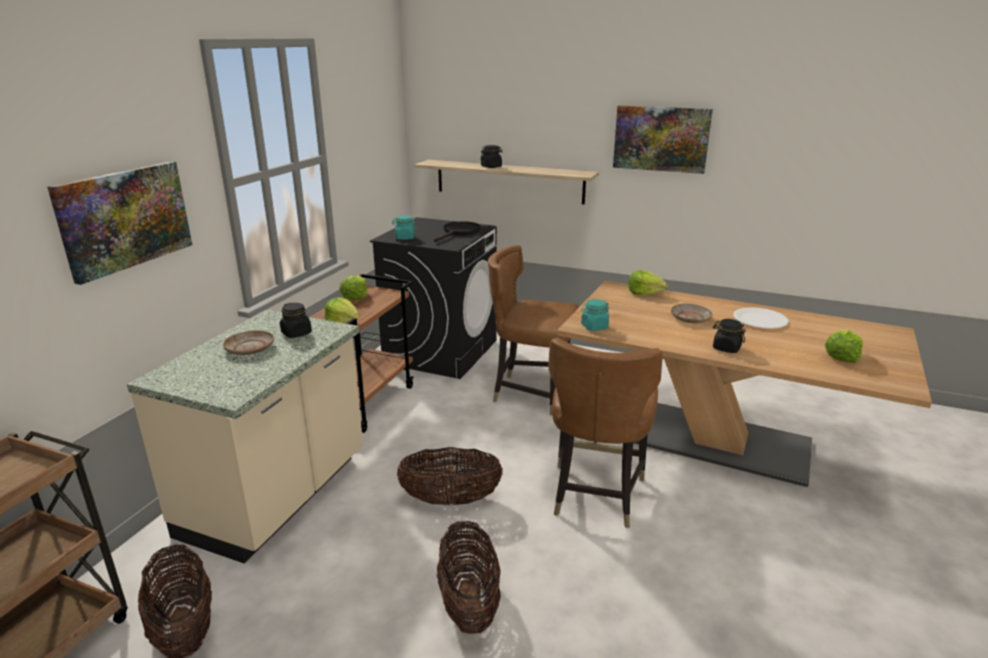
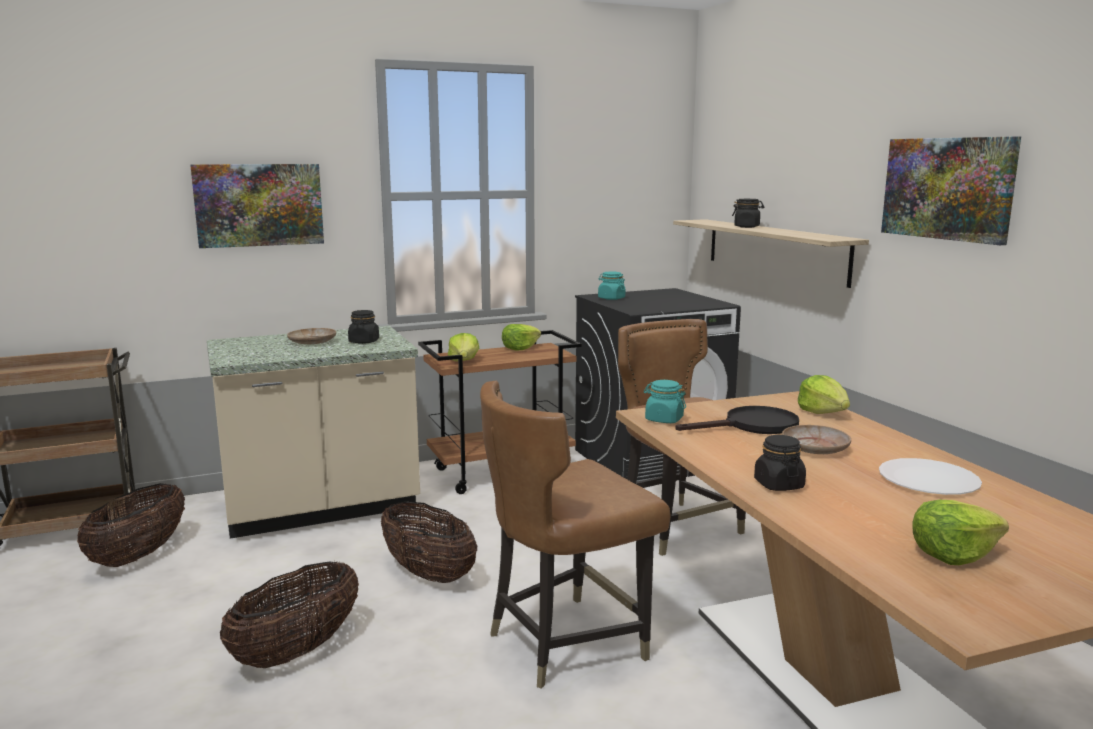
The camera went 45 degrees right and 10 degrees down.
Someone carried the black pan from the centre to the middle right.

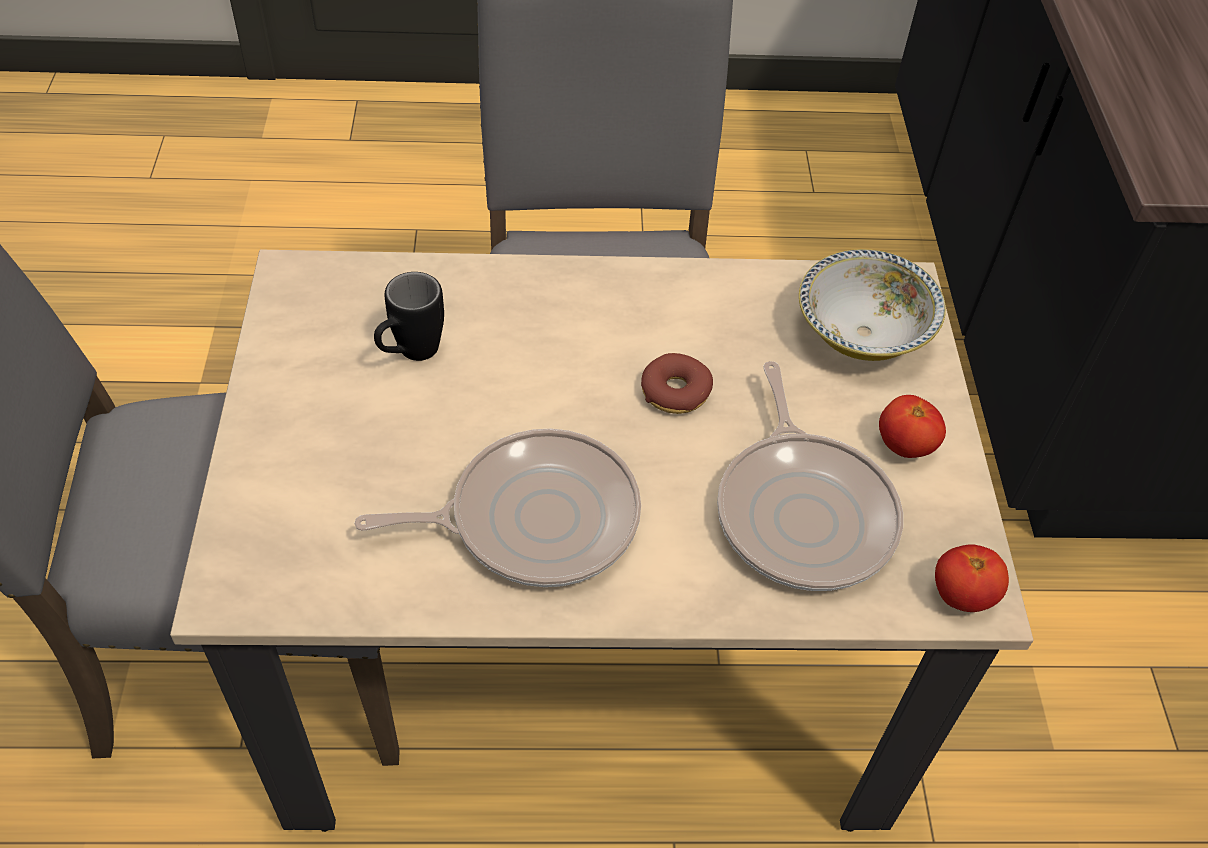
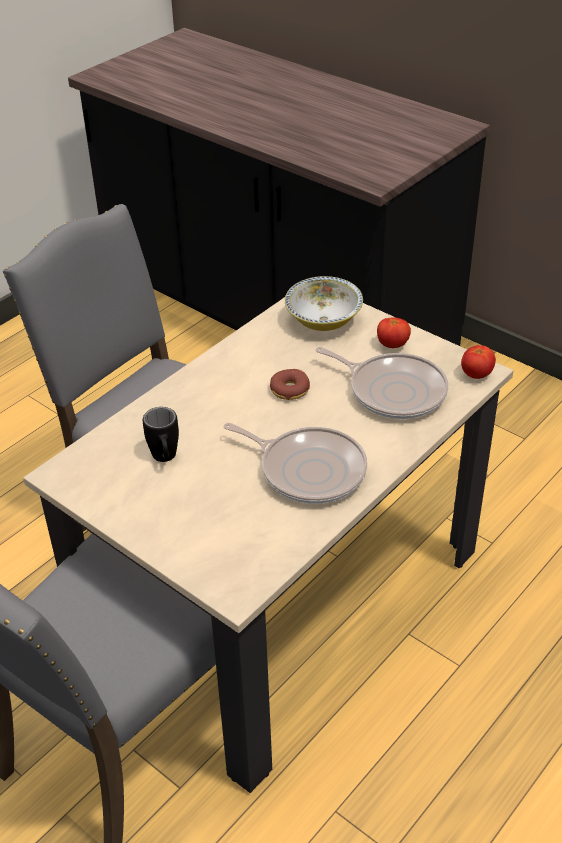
The camera went 45 degrees left and 10 degrees down.
Someone rotated the pan (1st from left) at the centre by 90 degrees clockwise.

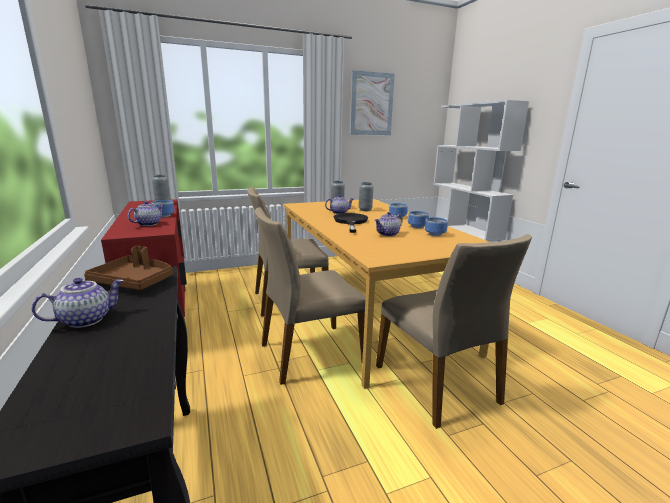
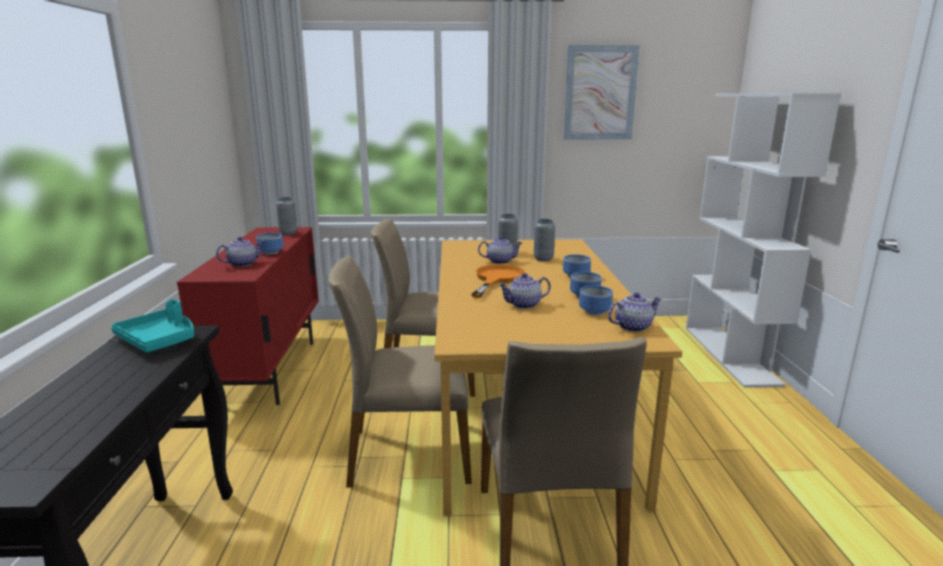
The camera went 20 degrees right and 0 degrees up.
Someone carried the pot for tea (1st from left in the first image) from the middle left to the middle right.
Someone repainted the brown-coloured tray at the middle left, which became the blue-green tray at the middle left.
Someone repainted the black pan at the centre, which became the orange-coloured pan at the centre.

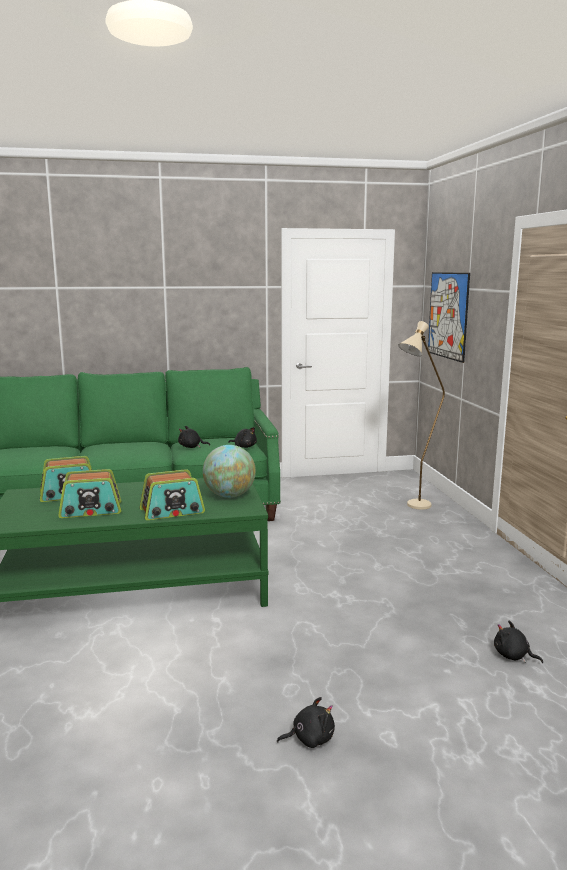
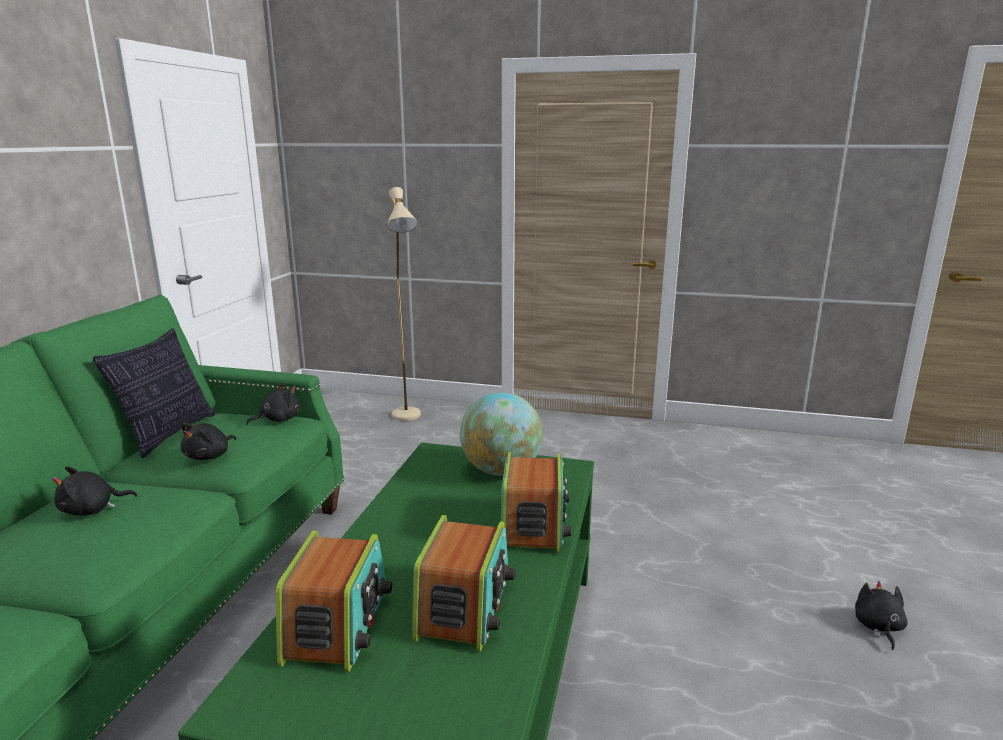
The camera went 65 degrees left and 5 degrees up.
Someone took away the wall picture at the middle right.
Someone carried the black soft toy (4th from left in the first image) from the bottom right to the middle left.
Someone put down the throw pillow at the middle left.

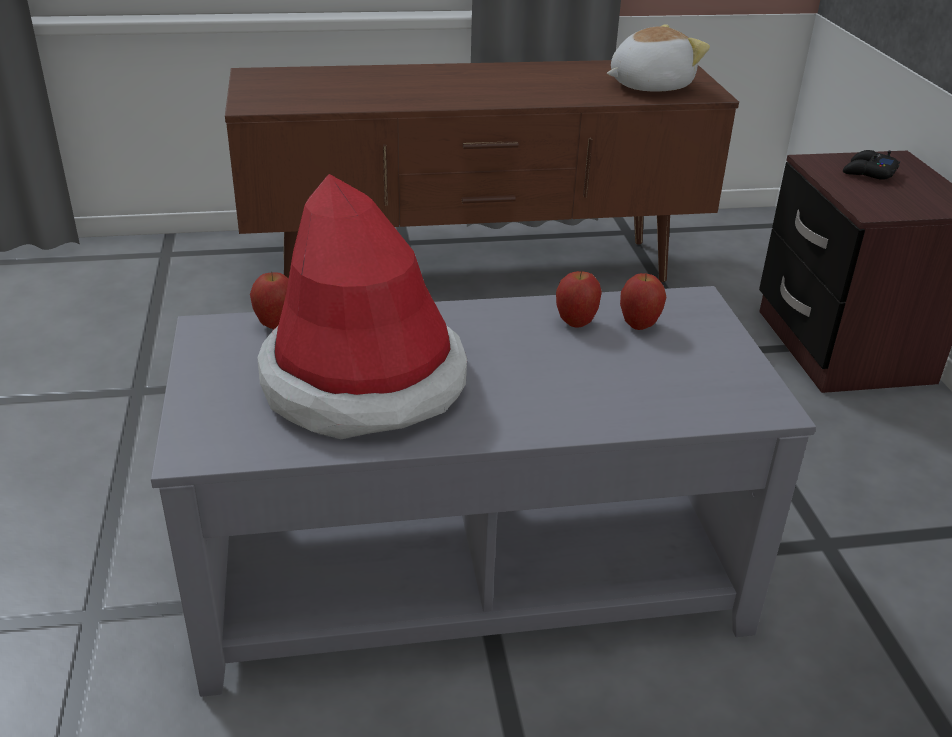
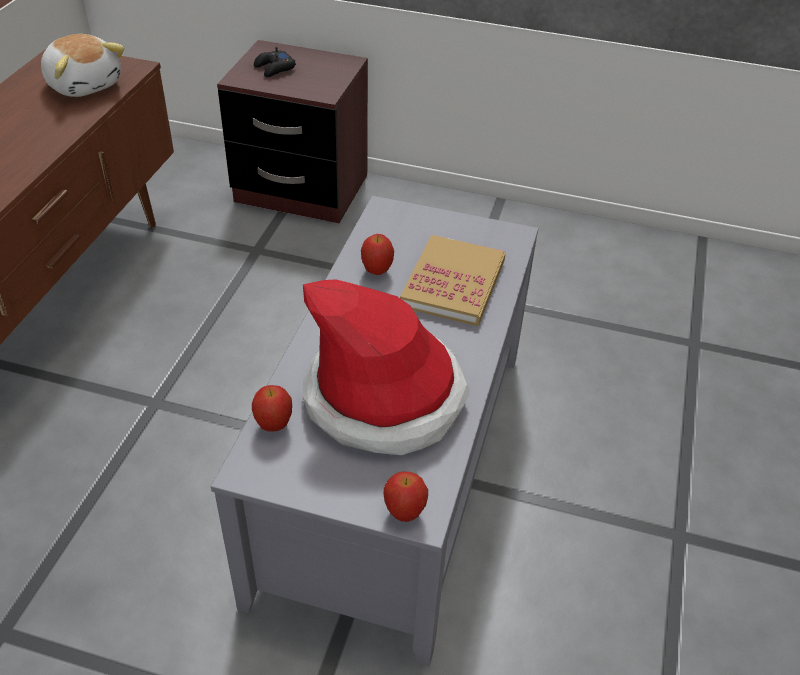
The camera went 65 degrees left and 10 degrees up.
Someone rotated the soft toy at the top right by 135 degrees clockwise.
Someone carried the apple fruit (3rd from left) from the middle right to the bottom centre.
Someone put down the book at the centre.

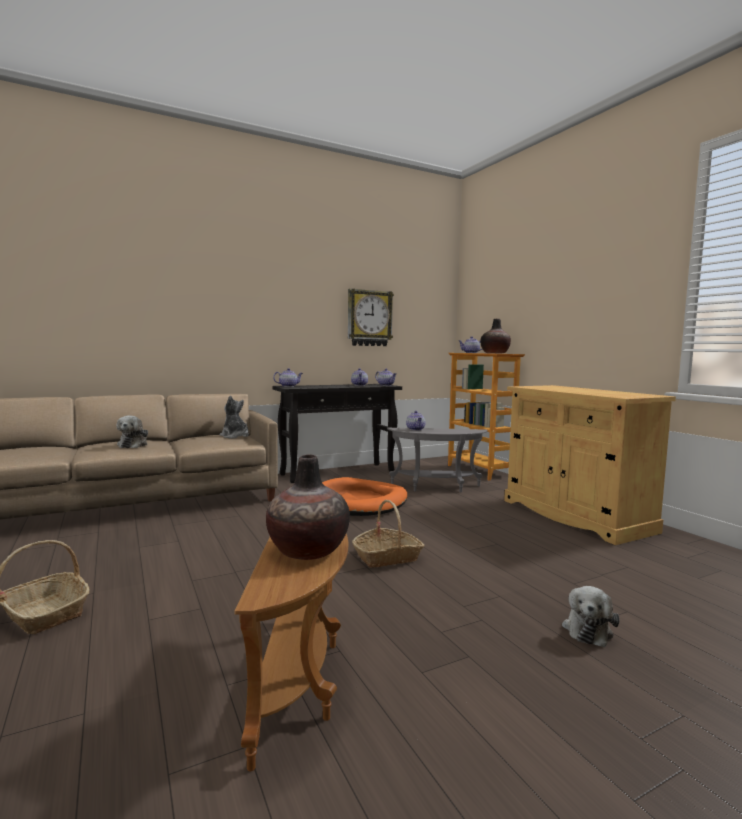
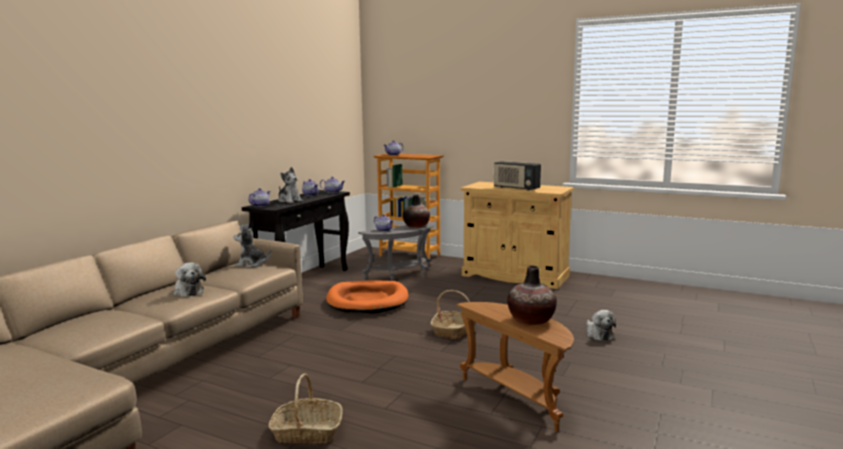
The camera went 35 degrees left and 5 degrees up.
Someone took away the clock on the wall at the centre.
Someone carried the decorative vase (2nd from left in the first image) from the middle right to the centre.
Someone put down the soft toy (3rd from left) at the centre.
Someone put down the radio at the centre.

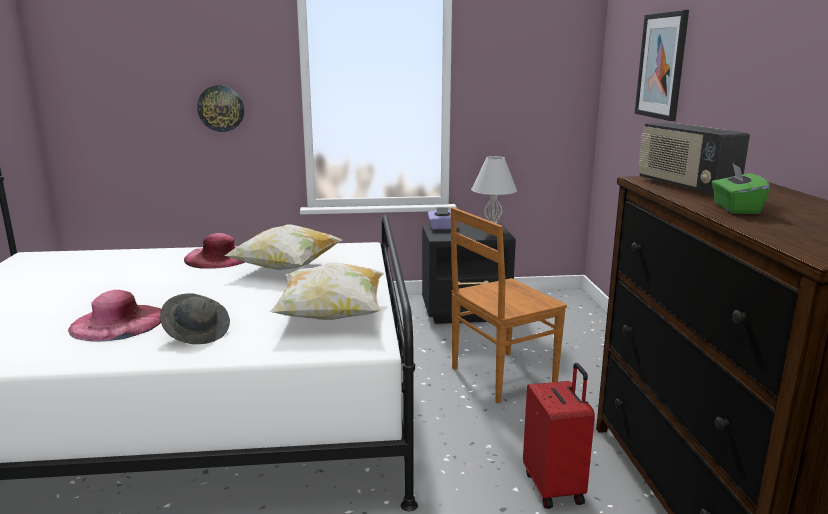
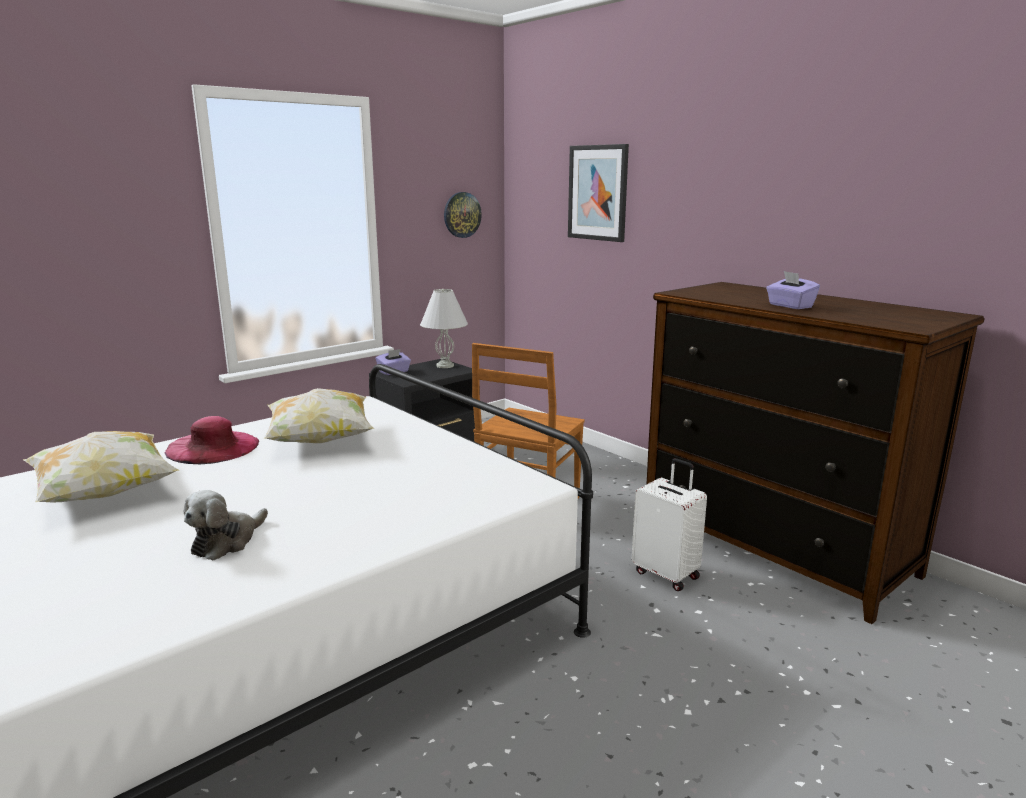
The camera went 35 degrees left and 0 degrees up.
Someone swapped the pink wearable hat (1st from left) at the middle left for the soft toy at the middle left.
Someone took away the gray wearable hat at the middle left.
Someone carried the clock on the wall from the top left to the top centre.
Someone carried the throw pillow (2nd from left in the first image) from the centre to the middle left.
Someone repainted the red-coloured travel case at the bottom right, which became the white-coloured travel case at the centre.
Someone took away the radio at the top right.
Someone repainted the green box of tissues at the middle right, which became the purplish box of tissues (2nd from left) at the middle right.

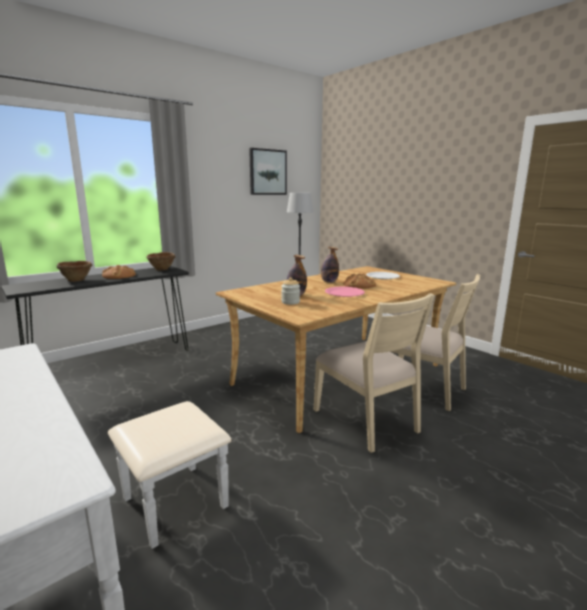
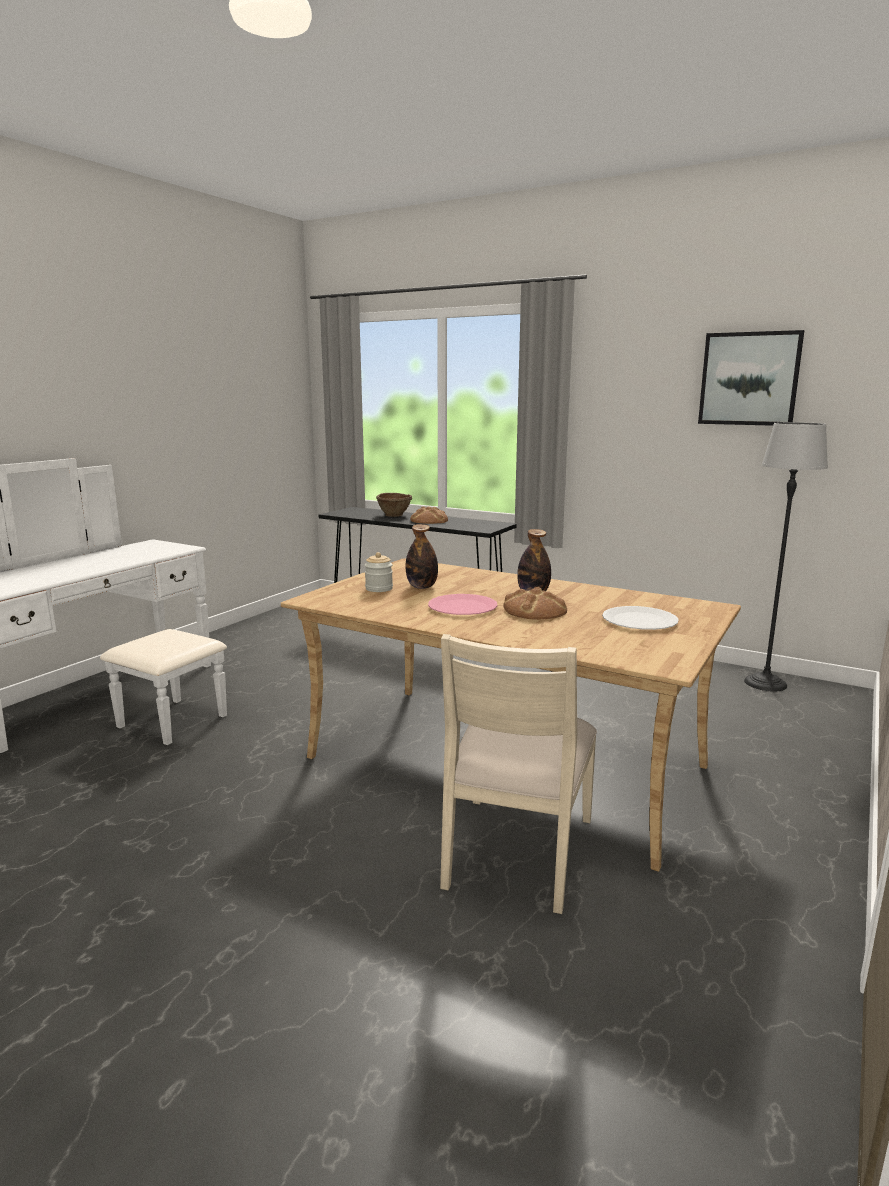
The camera went 70 degrees right and 0 degrees up.
Someone took away the brown-coloured deep dish (2nd from left) at the middle left.
Someone took away the beige-coloured plain chair (1st from left) at the centre.

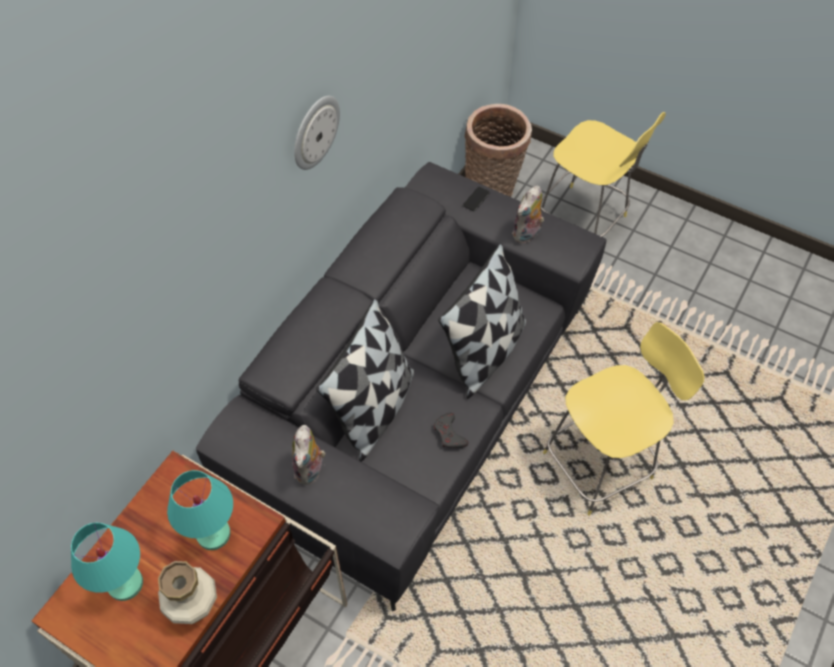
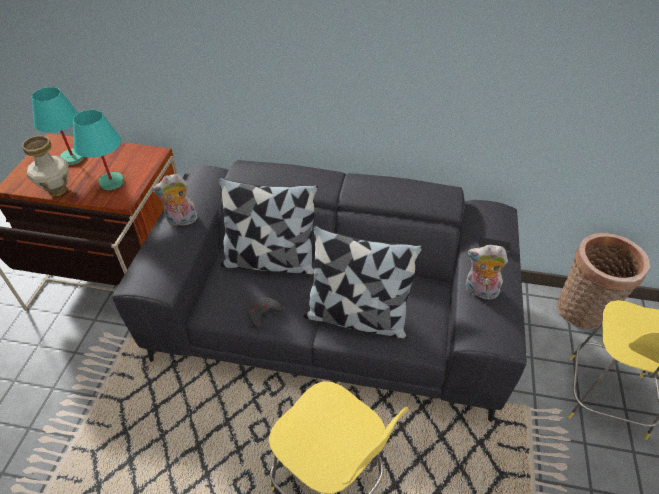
The camera went 70 degrees right and 10 degrees down.
Someone took away the clock on the wall at the top centre.

